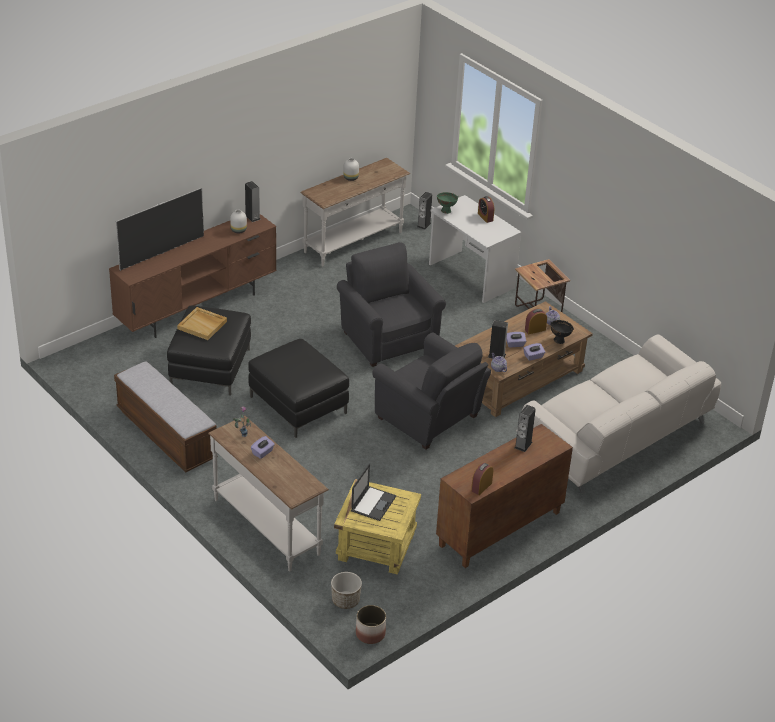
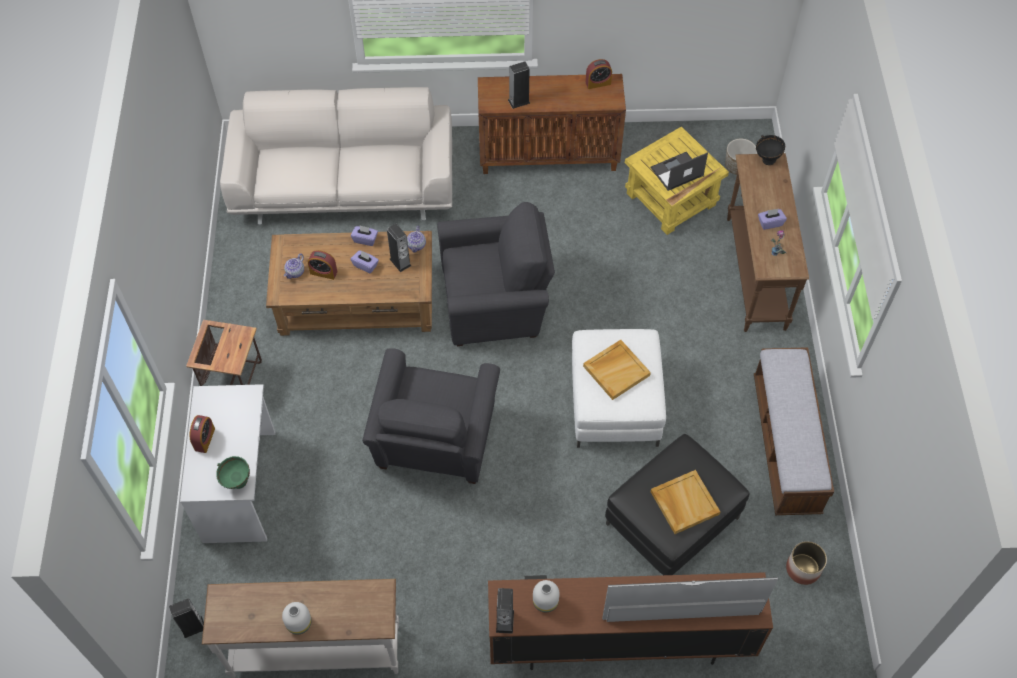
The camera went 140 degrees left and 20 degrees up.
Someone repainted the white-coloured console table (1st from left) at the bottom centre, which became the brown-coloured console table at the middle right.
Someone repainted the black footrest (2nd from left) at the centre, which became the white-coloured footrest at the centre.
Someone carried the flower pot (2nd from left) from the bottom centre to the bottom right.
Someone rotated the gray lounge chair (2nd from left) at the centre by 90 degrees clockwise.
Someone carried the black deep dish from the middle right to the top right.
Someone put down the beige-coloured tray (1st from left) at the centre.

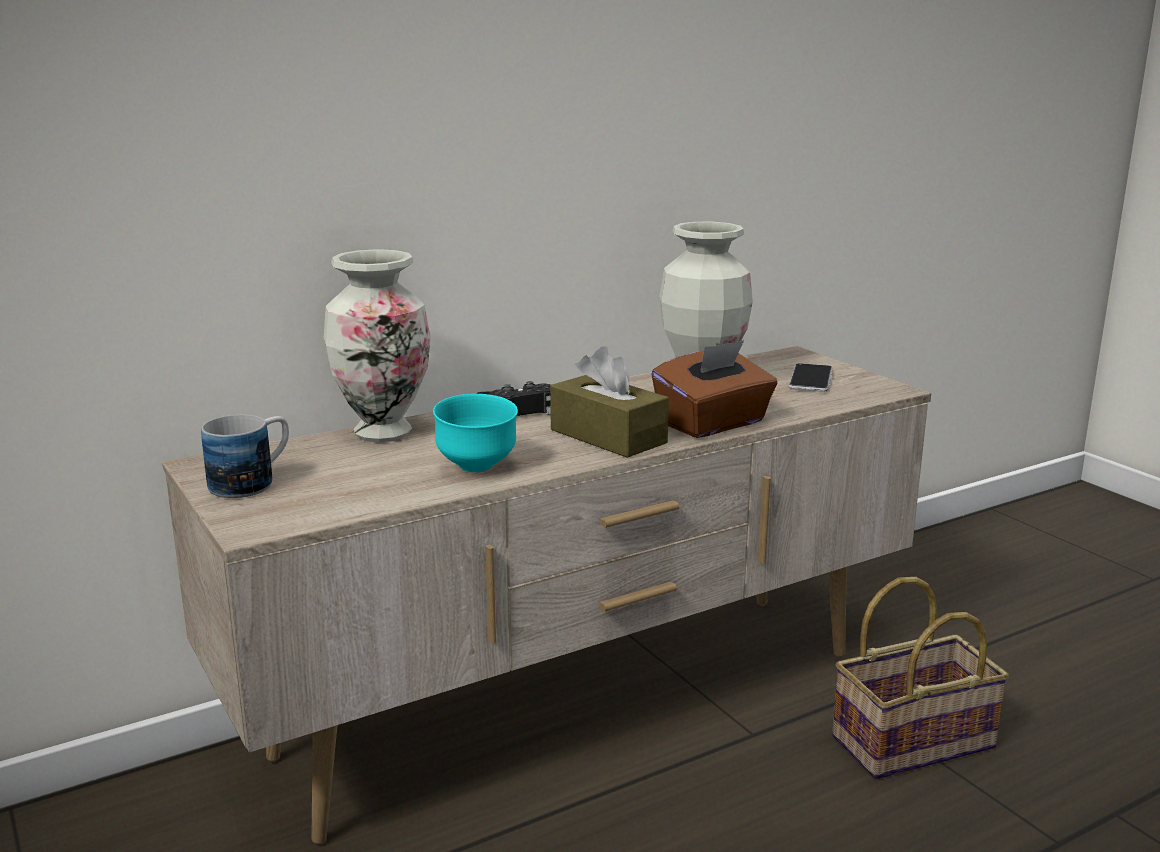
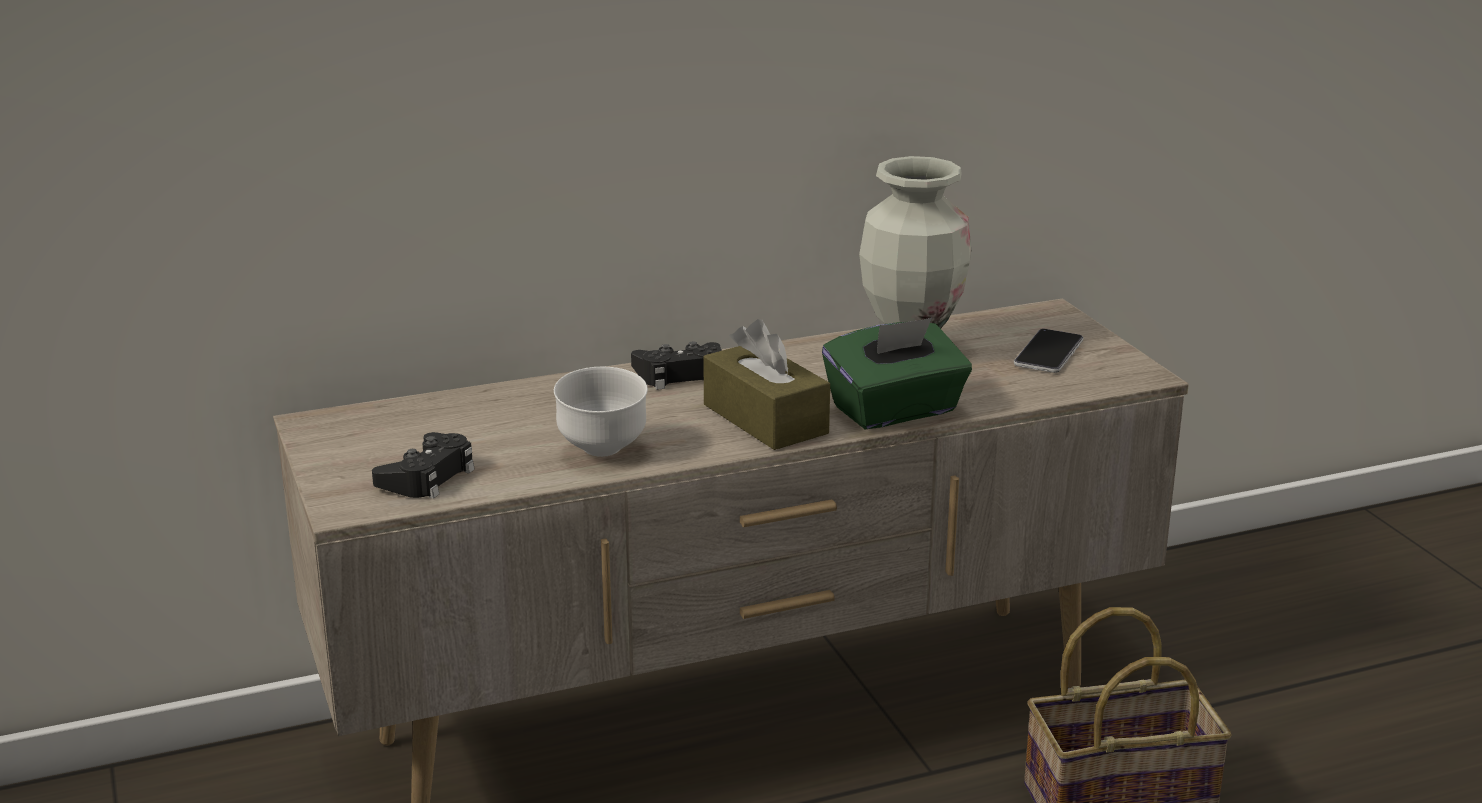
The camera went 10 degrees right and 5 degrees up.
Someone took away the coffee mug at the middle left.
Someone took away the decorative vase (1st from left) at the middle left.
Someone repainted the blue-green deep dish at the centre, which became the white-coloured deep dish at the centre.
Someone repainted the brown-coloured box of tissues (2nd from left) at the centre, which became the green box of tissues at the centre.
Someone put down the black game controller (1st from left) at the middle left.

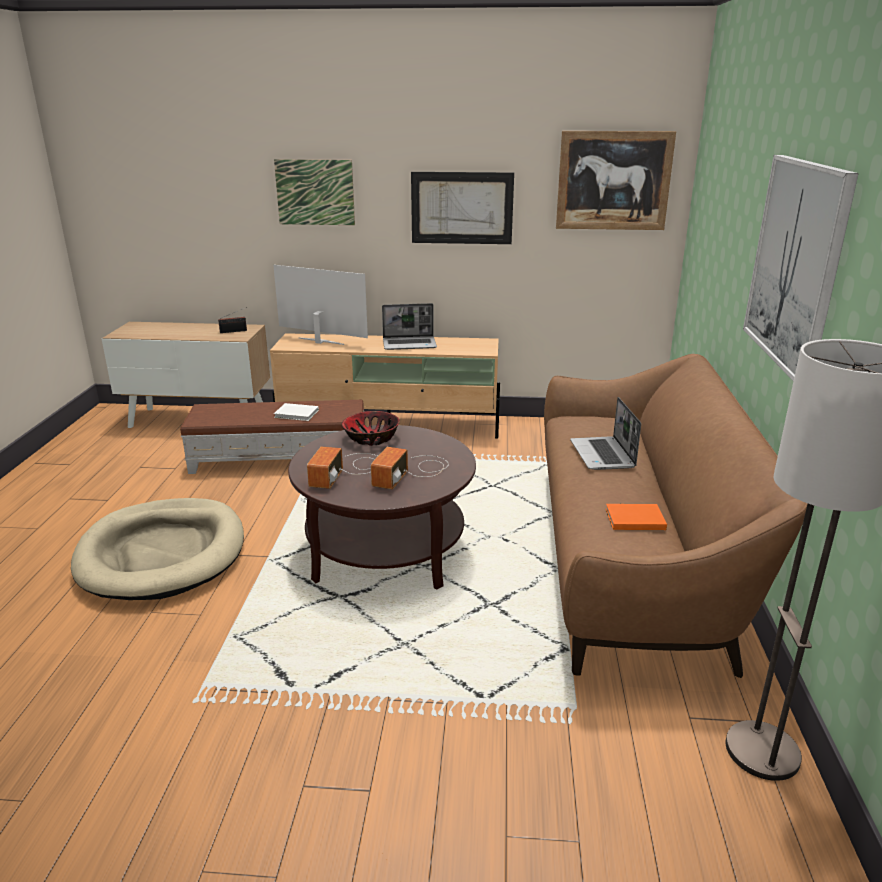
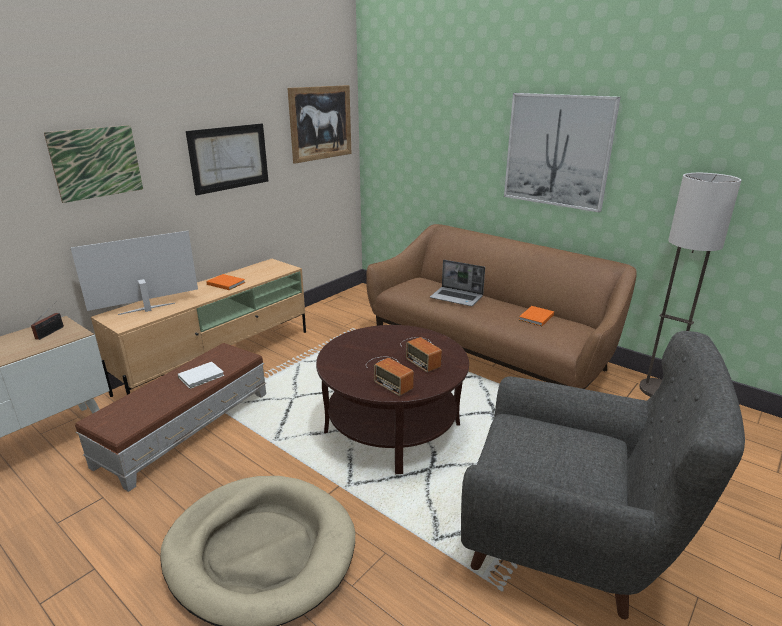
The camera went 55 degrees left and 0 degrees up.
Someone took away the deep dish at the centre.
Someone swapped the laptop (1st from left) at the centre for the orange-coloured book (1st from left) at the middle left.
Someone put down the gray lounge chair at the bottom right.

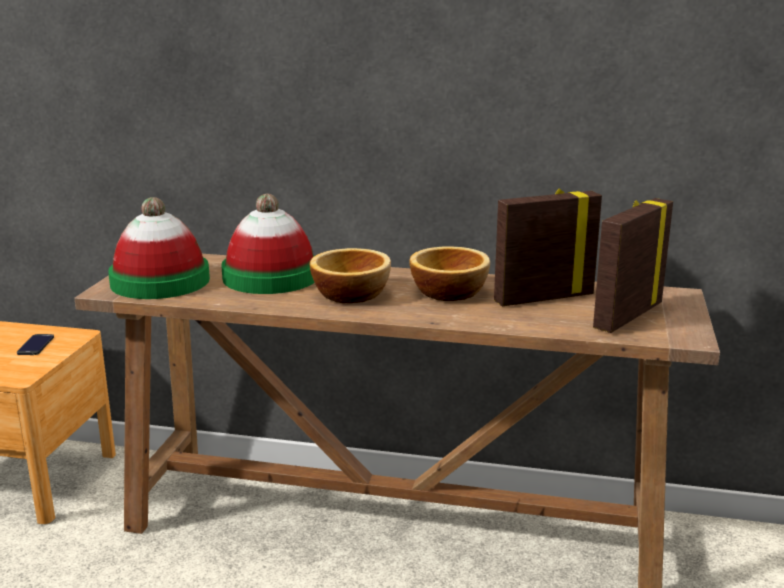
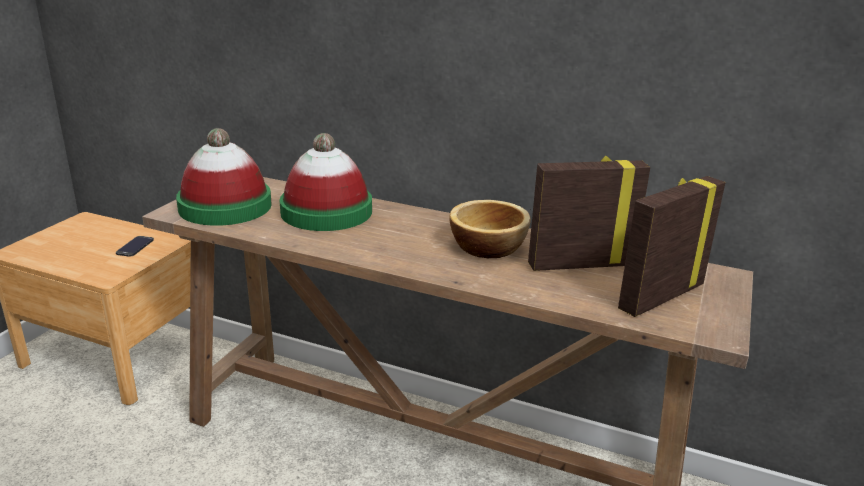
The camera went 10 degrees right and 5 degrees up.
Someone took away the deep dish (1st from left) at the centre.

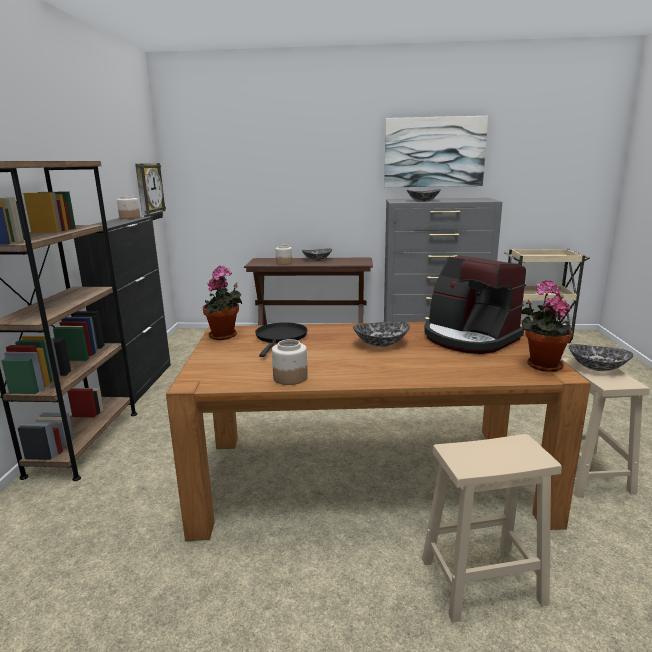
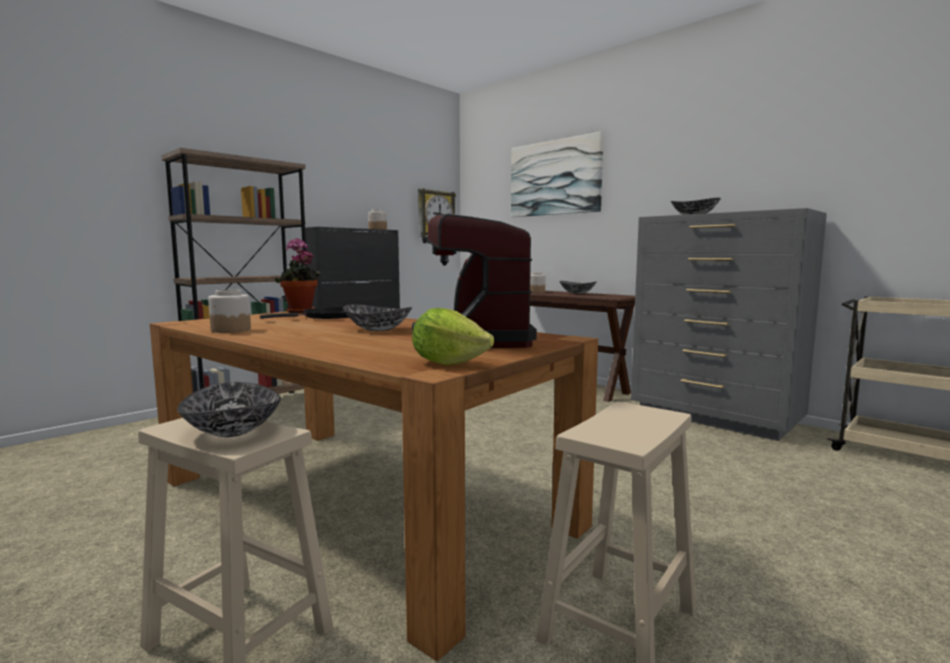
The camera went 40 degrees right and 10 degrees down.
Someone carried the wall picture from the top right to the top centre.
Someone swapped the plant in a pot (2nd from left) at the middle right for the lettuce head at the centre.
Someone carried the deep dish (4th from left in the first image) from the middle right to the middle left.

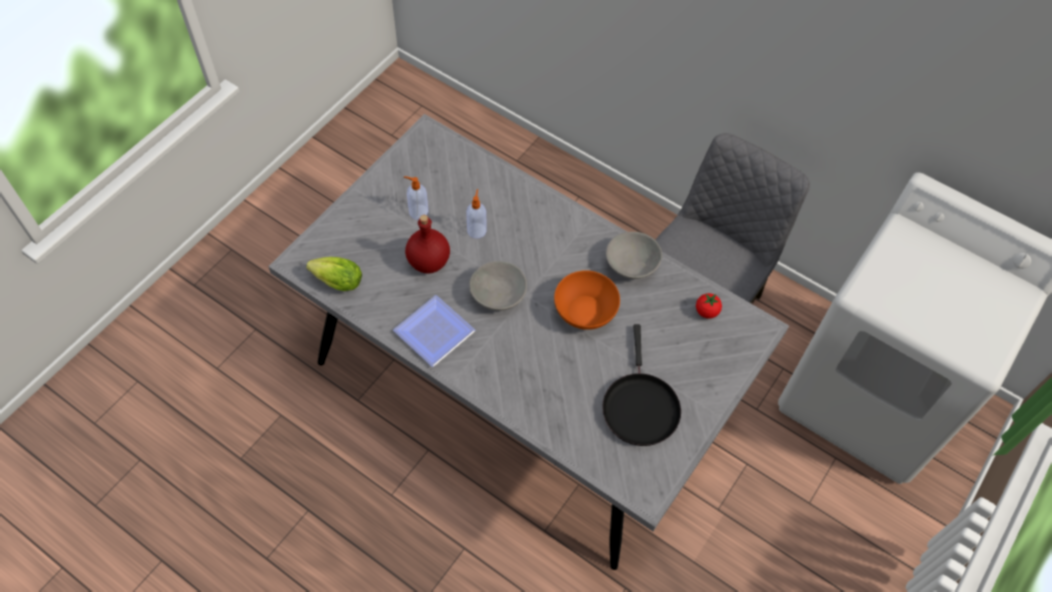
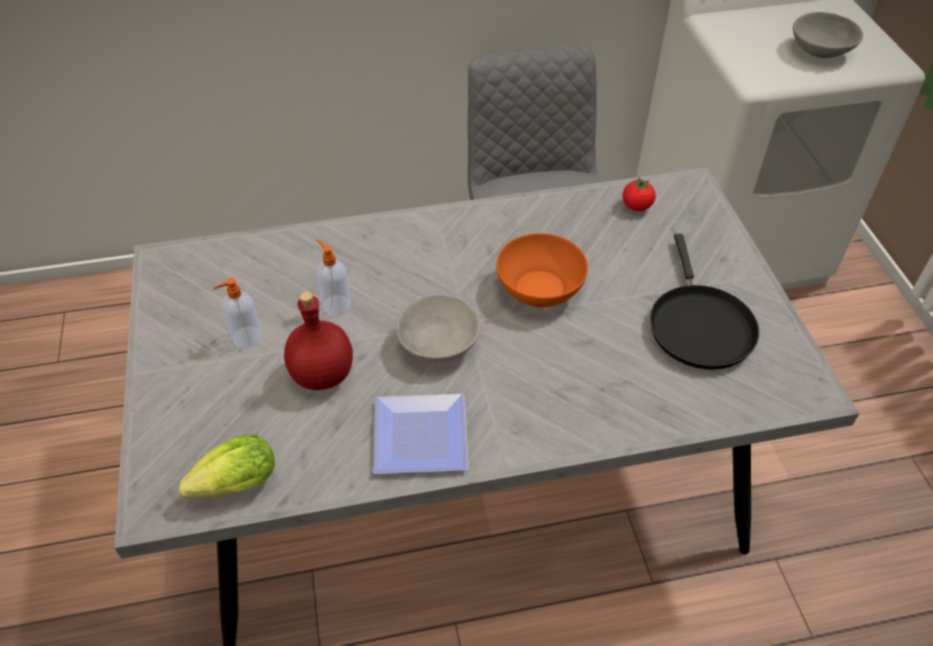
The camera went 45 degrees left and 10 degrees down.
Someone rotated the black pan at the centre by 45 degrees clockwise.
Someone carried the gray deep dish (2nd from left) from the centre to the top right.

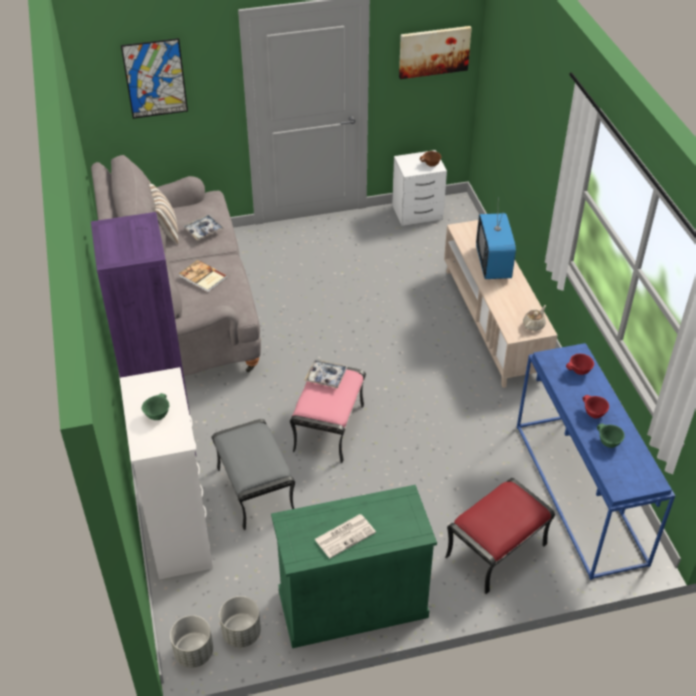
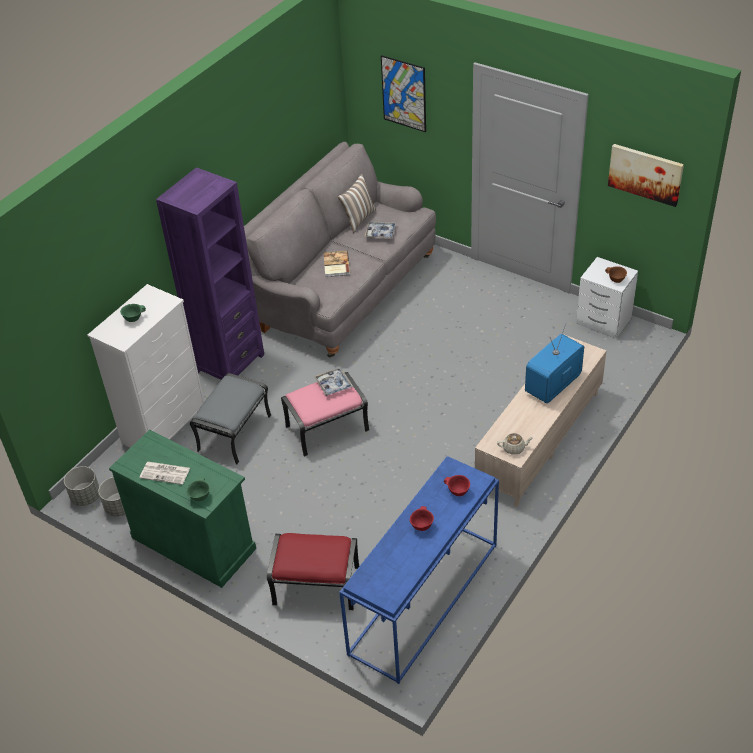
The camera went 50 degrees right and 0 degrees up.
Someone carried the green deep dish (2nd from left) from the middle right to the middle left.

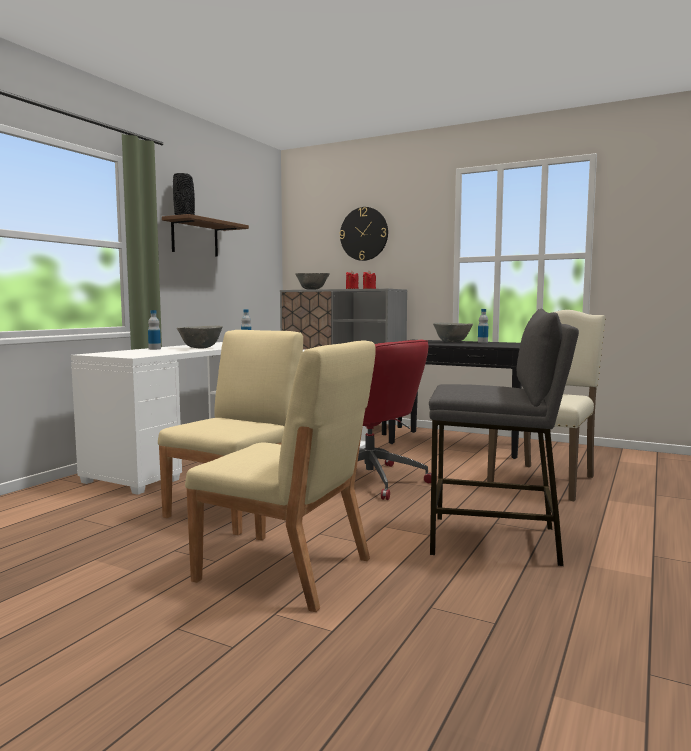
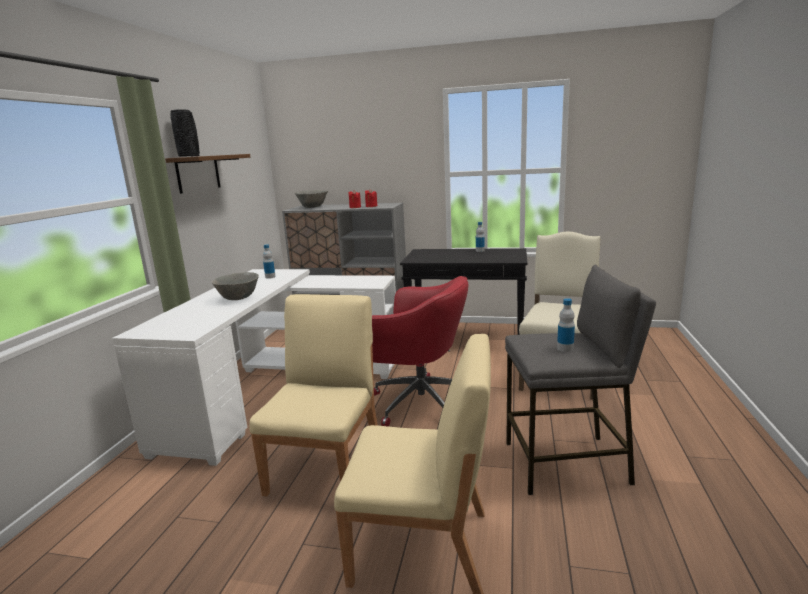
The camera went 15 degrees left and 10 degrees up.
Someone carried the drink bottle (1st from left in the first image) from the middle left to the middle right.
Someone took away the clock on the wall at the top centre.
Someone took away the gray deep dish (3rd from left) at the centre.

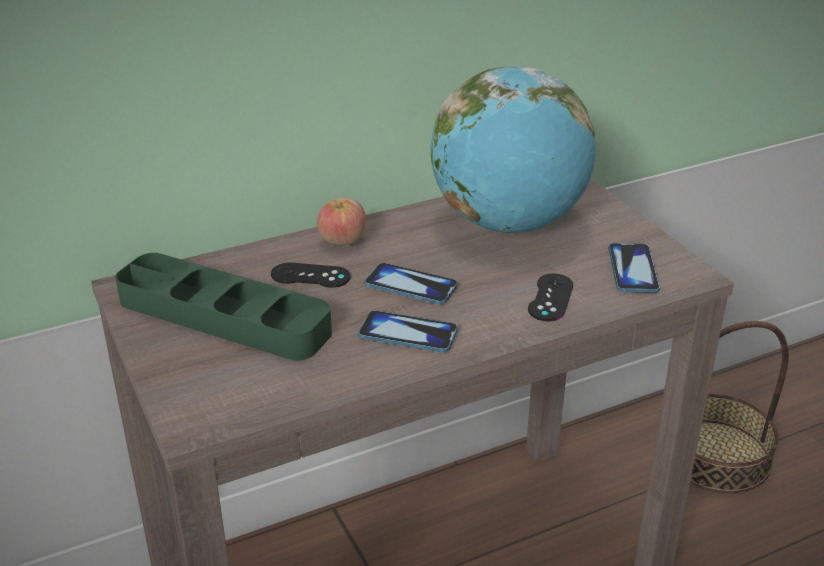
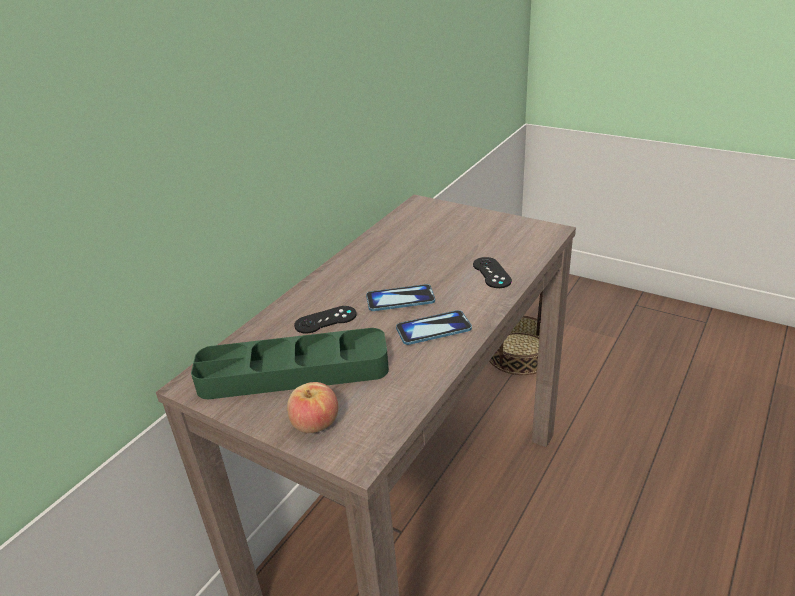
The camera went 30 degrees left and 0 degrees up.
Someone carried the apple fruit from the centre to the bottom centre.
Someone took away the world globe at the top centre.
Someone took away the handset (3rd from left) at the middle right.

